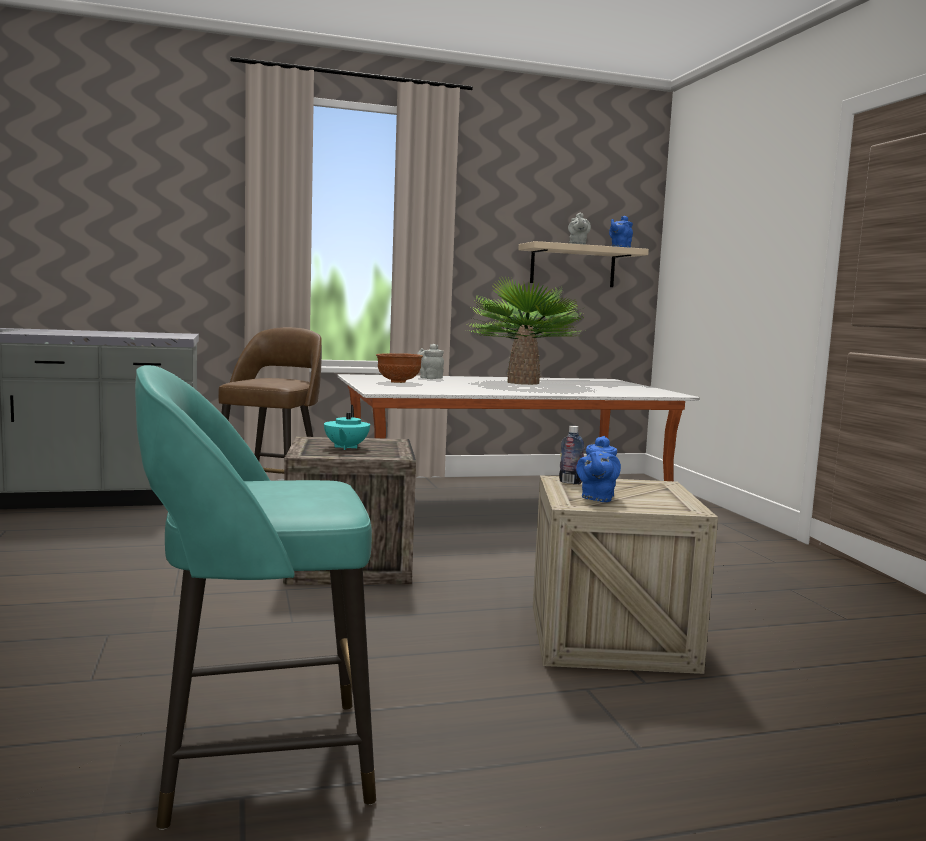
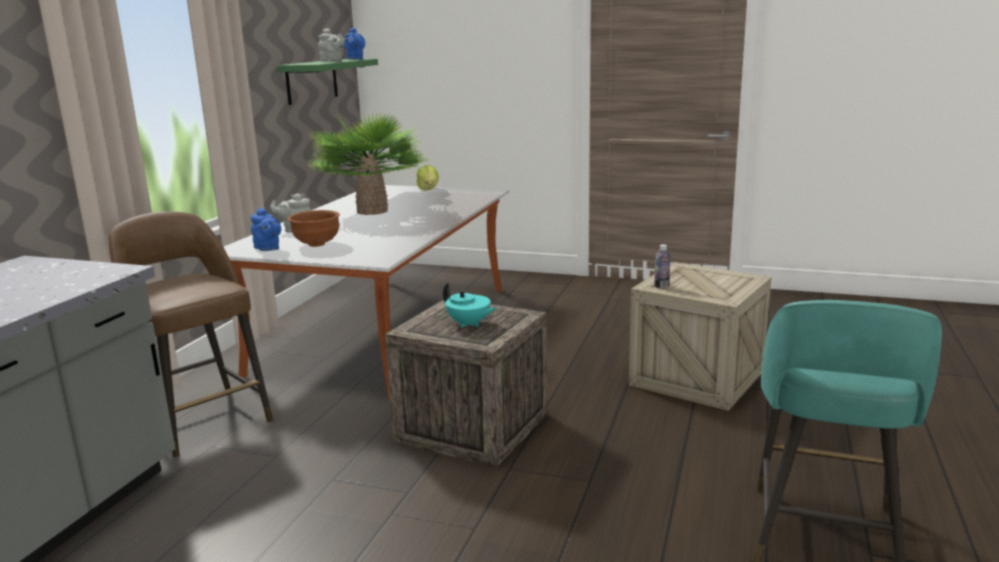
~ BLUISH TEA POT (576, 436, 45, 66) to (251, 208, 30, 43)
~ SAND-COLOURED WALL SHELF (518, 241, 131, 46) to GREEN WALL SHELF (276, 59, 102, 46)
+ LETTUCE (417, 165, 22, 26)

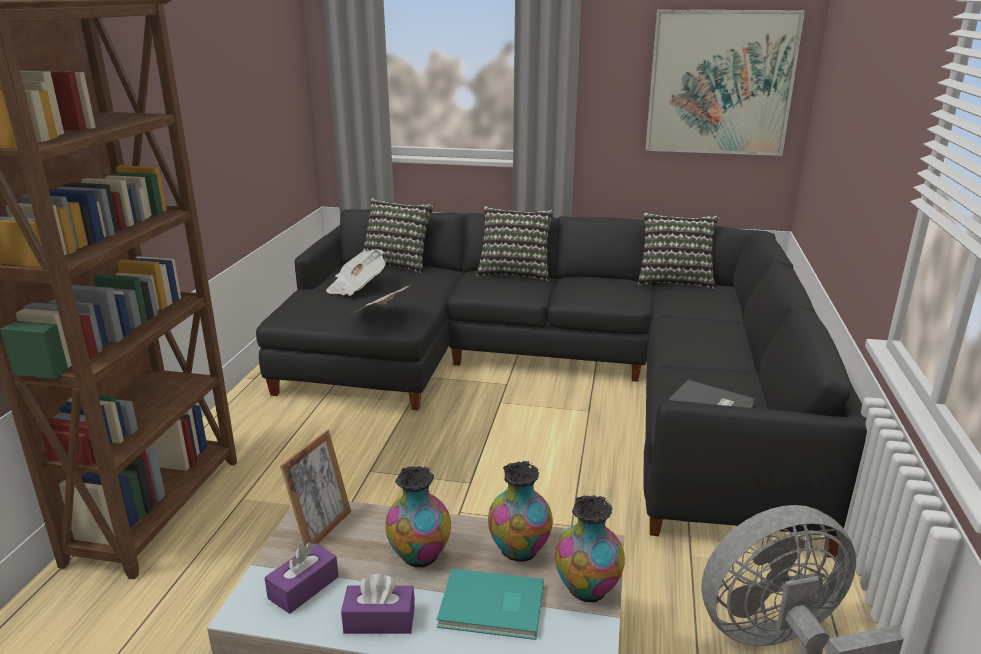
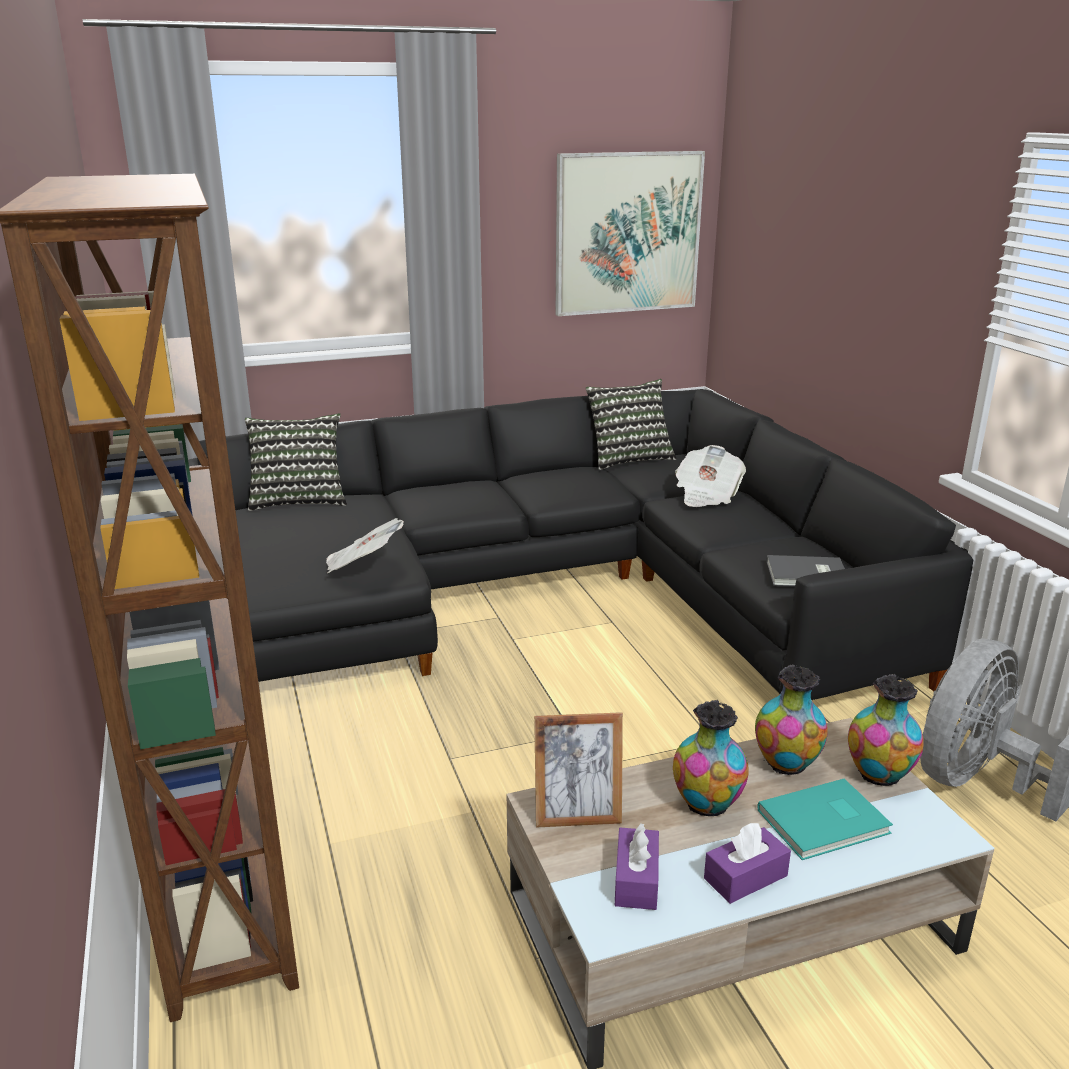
~ PHOTO FRAME (280, 430, 71, 117) = (534, 712, 89, 116) 90 degrees clockwise
~ DAILY PAPER (326, 249, 60, 47) to (675, 445, 71, 62)
- THROW PILLOW (476, 206, 79, 75)

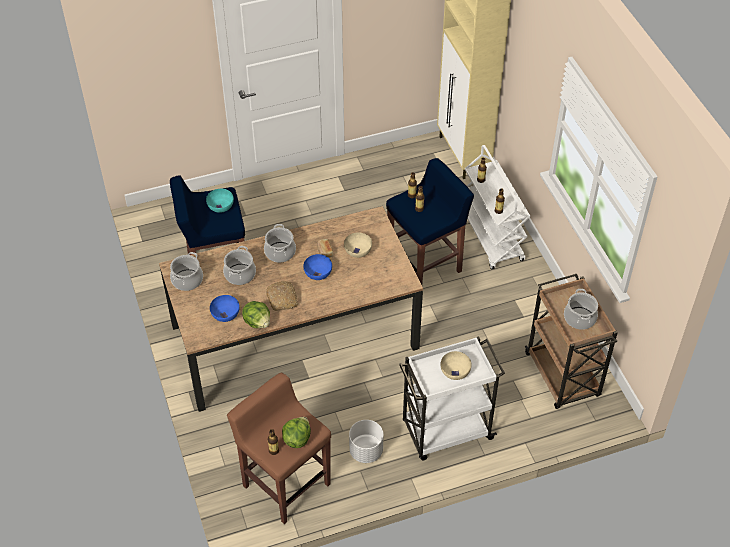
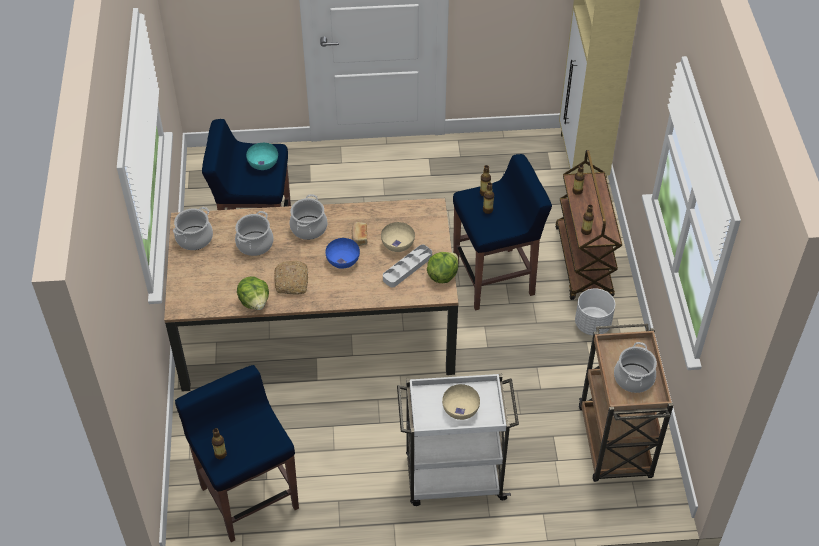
~ BROWNISH STOOL SEAT (227, 372, 104, 152) to BLUISH STOOL SEAT (175, 365, 124, 177)
+ GRAY CARRYING TRAY (383, 245, 49, 42)
~ LETTUCE (282, 417, 29, 31) to (427, 252, 31, 31)
~ WHITISH CART (465, 145, 65, 125) to BROWNISH CART (555, 150, 67, 150)
~ WHITISH FLOWER POT (349, 420, 34, 43) to (575, 288, 40, 47)
- BLUISH DEEP DISH (210, 295, 30, 27)

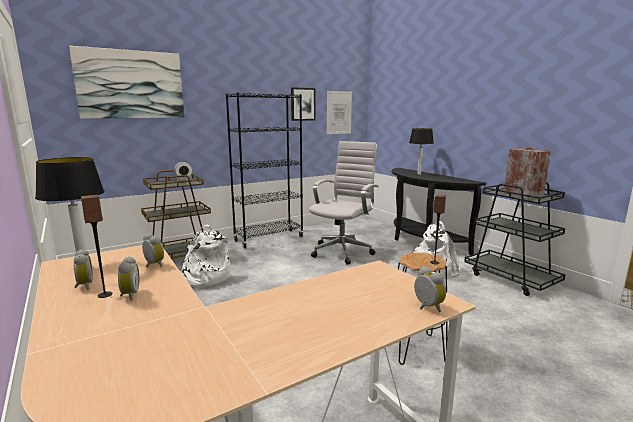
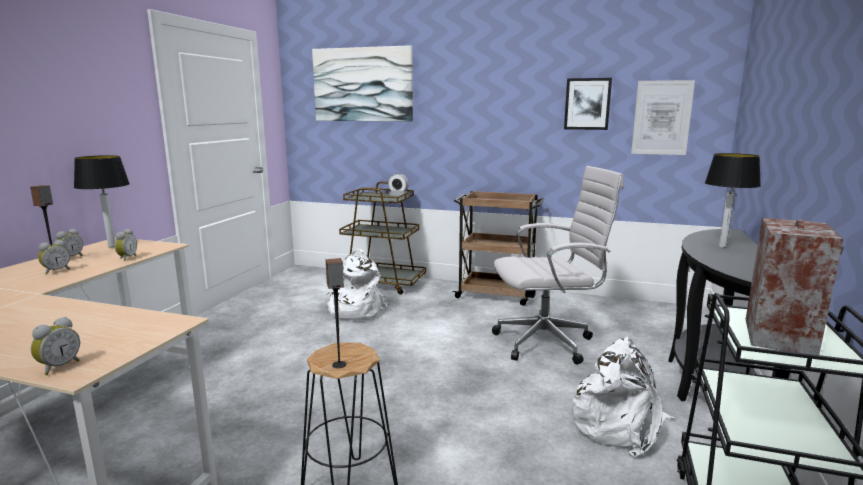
~ BLACK SHELVING UNIT (226, 93, 77, 155) to BROWNISH CART (452, 191, 92, 115)

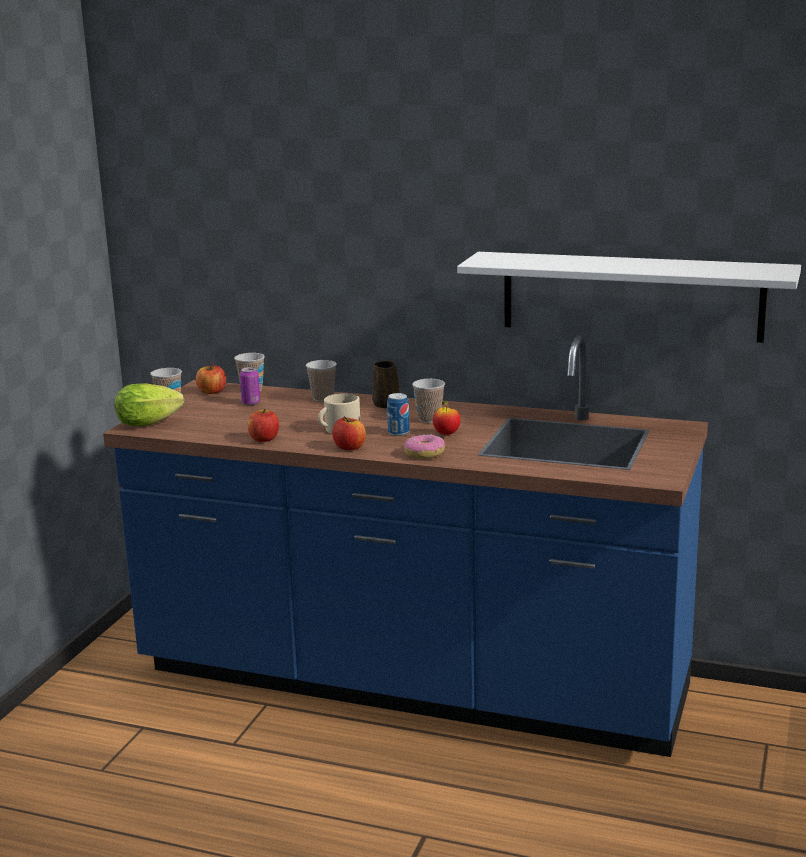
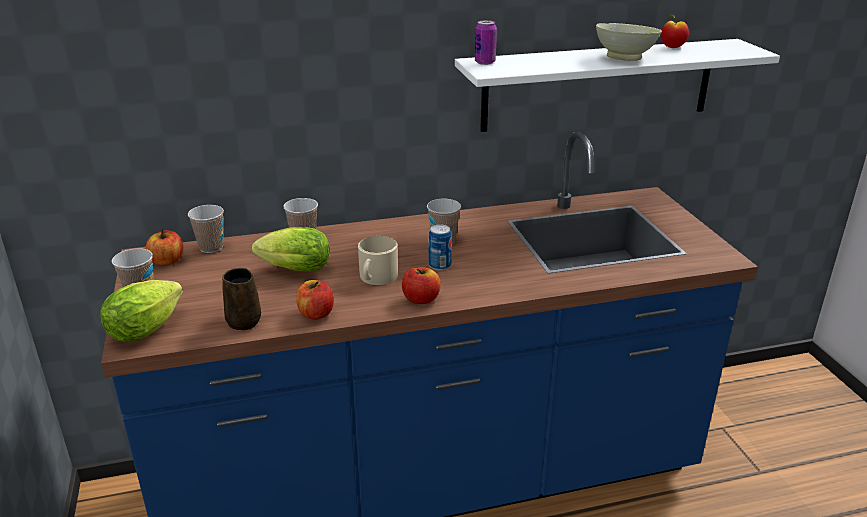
~ BROWNISH TEA MUG (372, 360, 27, 48) to (222, 268, 39, 62)
+ LETTUCE (252, 227, 78, 45)
~ CAN (240, 367, 20, 38) to (475, 20, 22, 45)
+ SAND-COLOURED DEEP DISH (596, 23, 66, 38)
~ WHOLE APPLE (433, 401, 27, 34) to (660, 14, 29, 34)
- DOUGHNUT (404, 434, 41, 25)

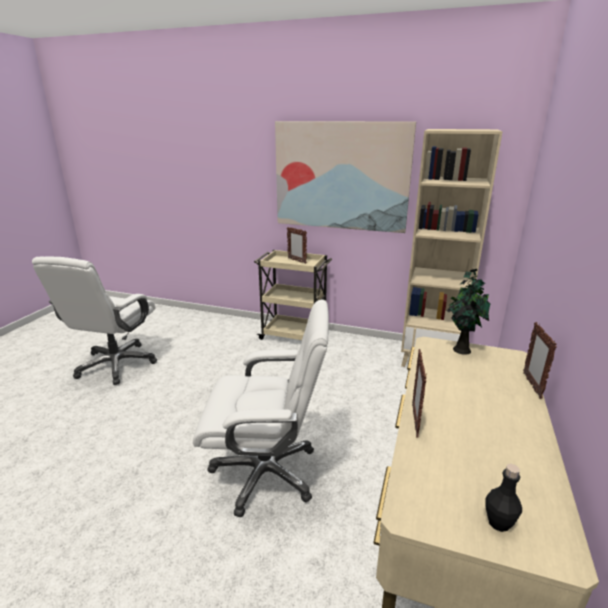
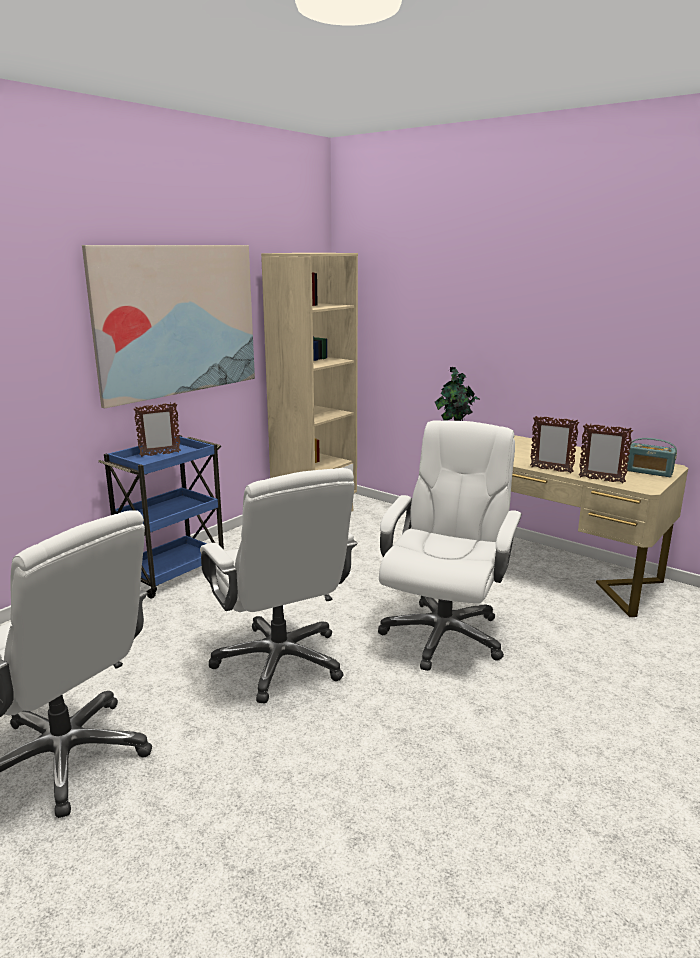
~ SAND-COLOURED CART (254, 250, 78, 90) to BLUISH CART (98, 435, 126, 164)
+ WHITISH COMPUTER CHAIR (200, 468, 157, 235)
~ PHOTO FRAME (523, 322, 34, 77) to (579, 424, 54, 59)
~ BLACK BOTTLE (485, 464, 37, 68) to RADIO (626, 438, 51, 39)

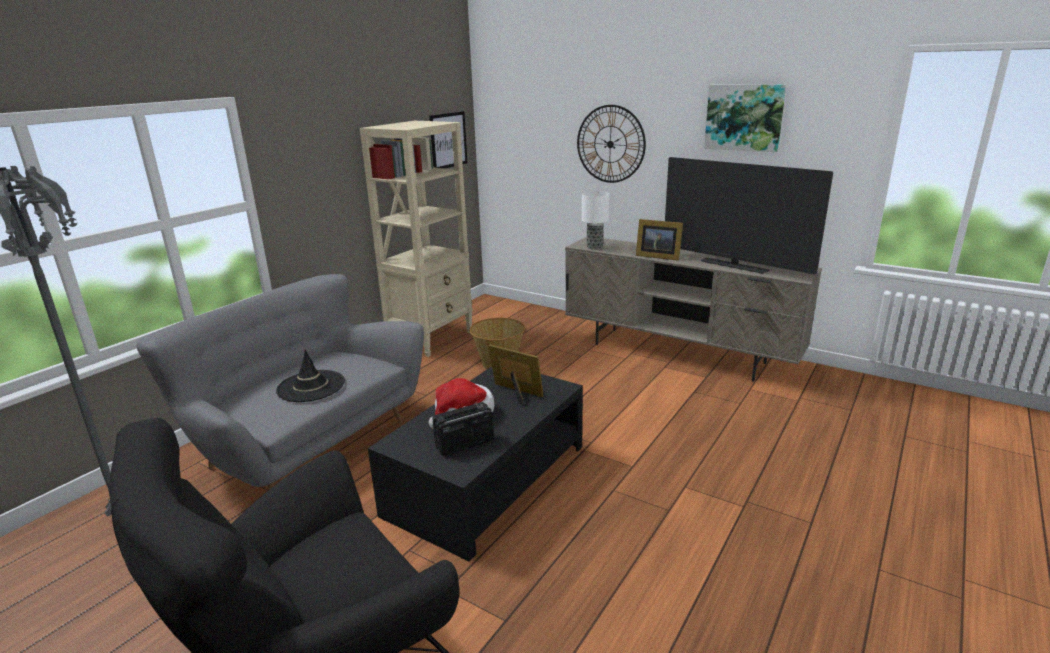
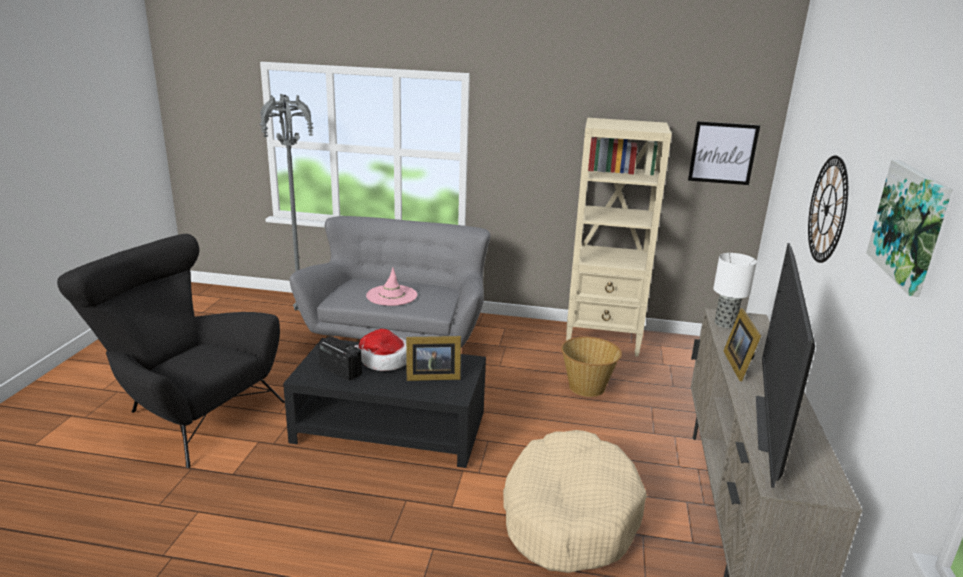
~ BLACK WEARABLE HAT (276, 350, 69, 52) to PINK WEARABLE HAT (366, 267, 51, 39)
~ PHOTO FRAME (488, 344, 56, 62) = (406, 336, 55, 45) 75 degrees clockwise
+ SAND-COLOURED DOG CUSHION (503, 430, 144, 143)

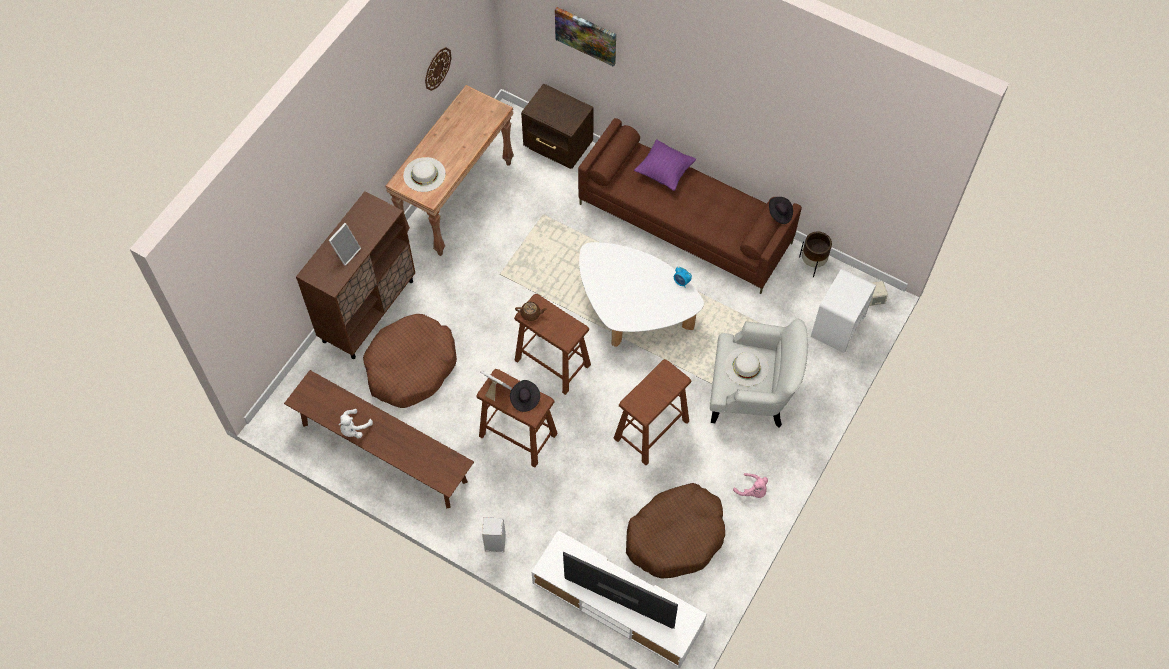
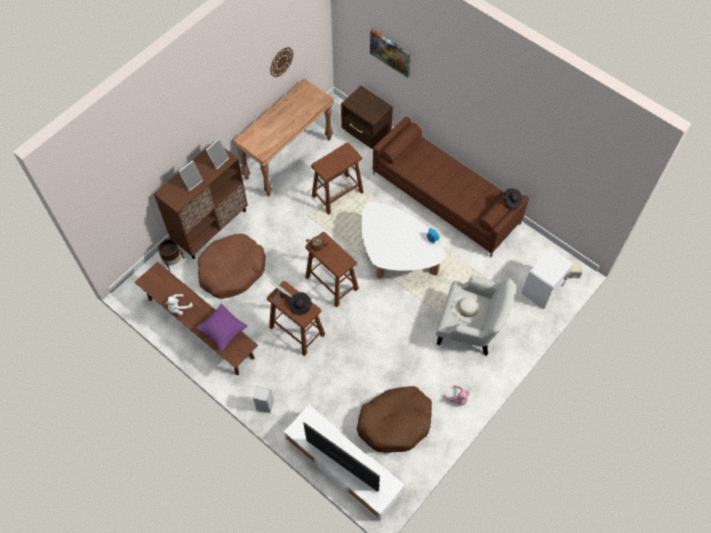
~ BROWNISH FLOWER POT (799, 231, 33, 46) to (158, 239, 26, 32)
~ PURPLE-COLOURED THROW PILLOW (634, 140, 62, 51) to (196, 304, 51, 47)
+ PHOTO FRAME (206, 138, 23, 31)
~ BROWNISH STOOL SEAT (614, 359, 77, 106) to (311, 143, 53, 72)
- WHITISH WEARABLE HAT (403, 157, 43, 35)

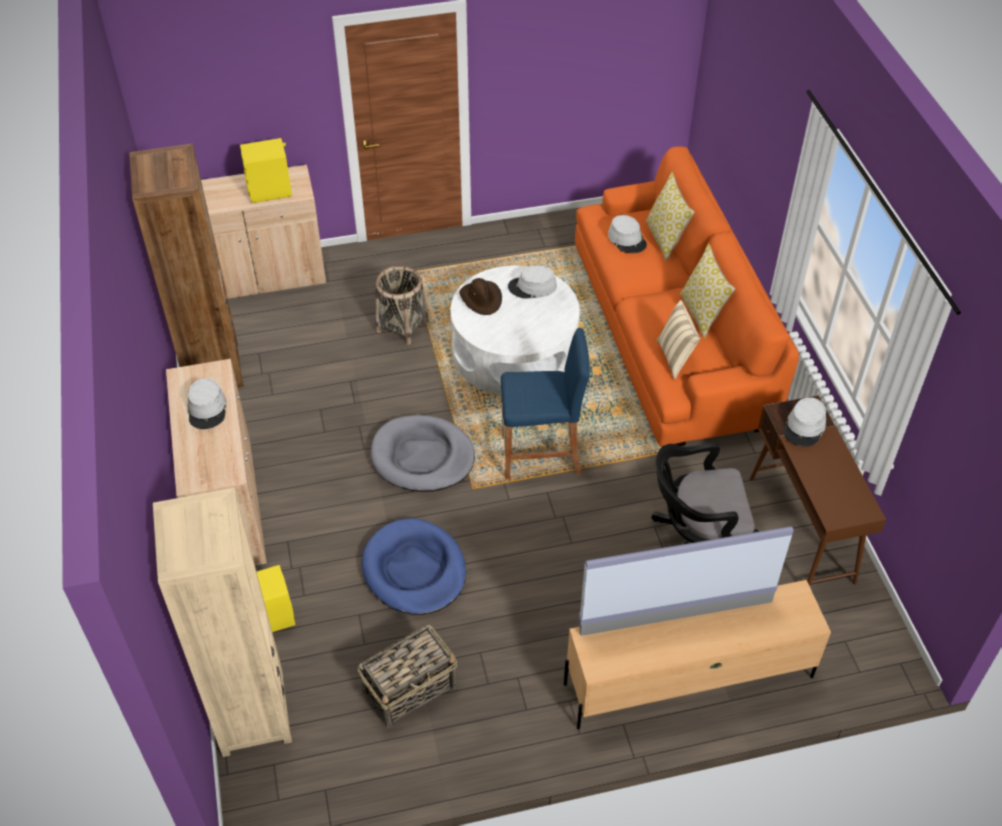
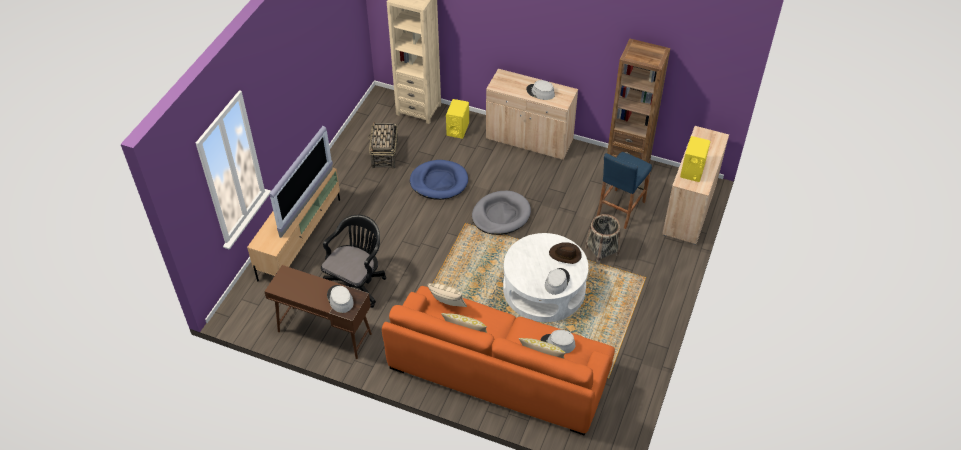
~ BLUISH STOOL SEAT (501, 328, 89, 151) to (597, 152, 55, 77)

